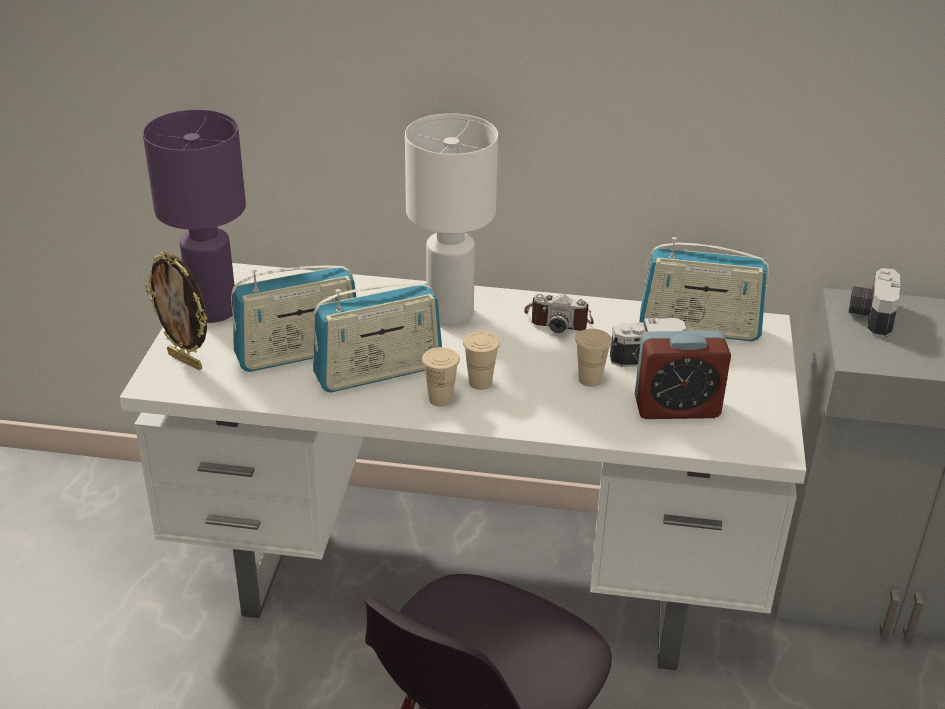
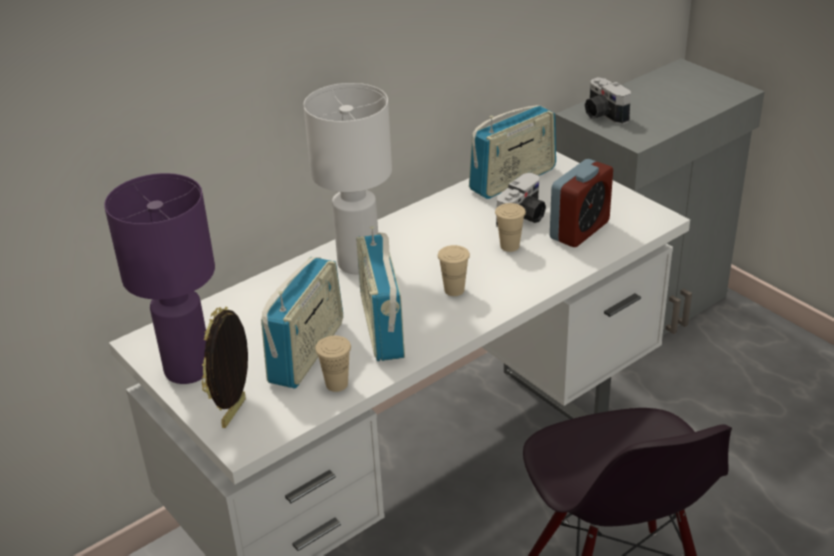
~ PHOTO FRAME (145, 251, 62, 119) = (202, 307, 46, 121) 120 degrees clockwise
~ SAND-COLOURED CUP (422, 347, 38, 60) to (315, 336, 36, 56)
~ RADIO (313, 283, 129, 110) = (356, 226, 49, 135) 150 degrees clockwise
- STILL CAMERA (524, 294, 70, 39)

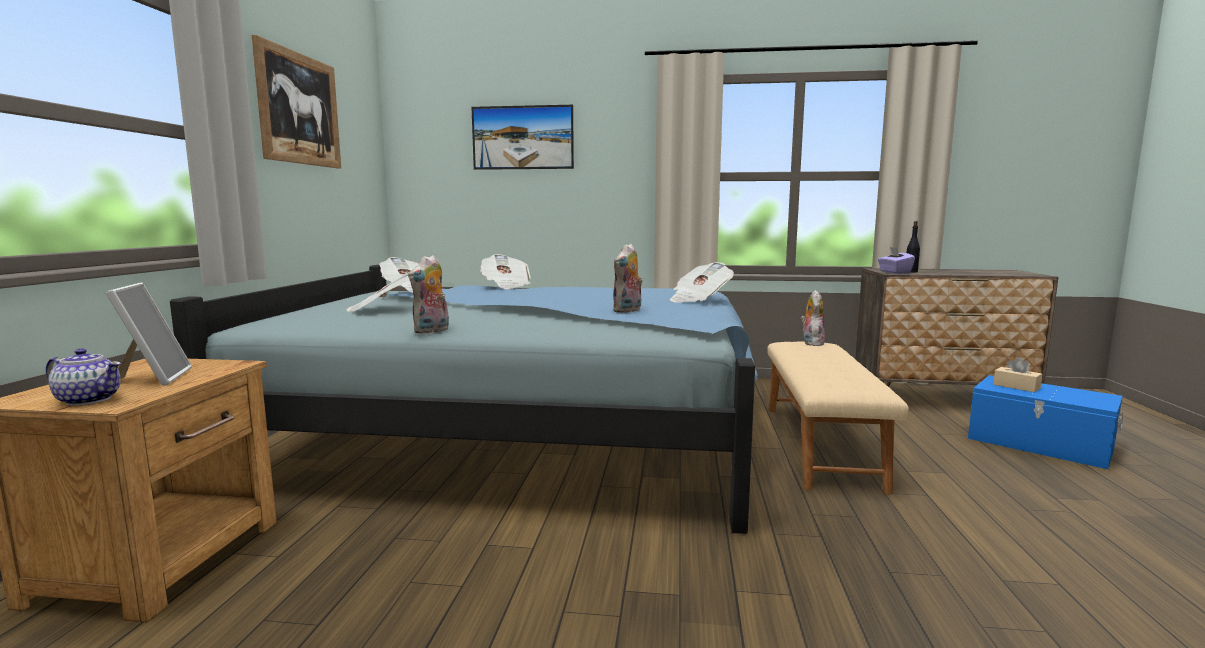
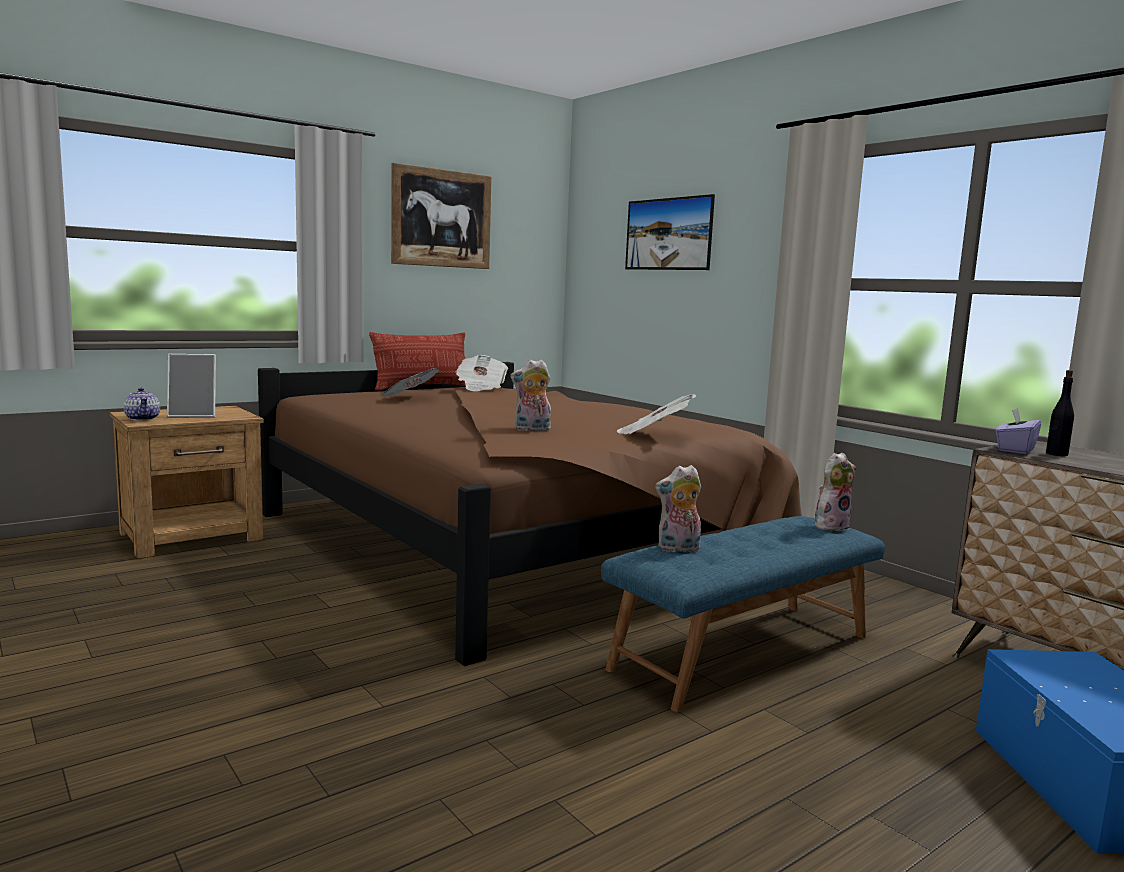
~ PHOTO FRAME (106, 282, 86, 104) = (167, 354, 49, 64) 45 degrees clockwise
~ BLUISH BED (170, 265, 588, 269) to BROWNISH BED (258, 362, 544, 304)
+ THROW PILLOW (369, 332, 97, 59)
~ SAND-COLOURED INDOOR BENCH (767, 342, 142, 152) to BLUISH INDOOR BENCH (601, 516, 284, 196)
~ SOFT TOY (408, 255, 41, 79) to (655, 465, 46, 87)
- DAILY PAPER (480, 254, 50, 35)
- SAND-COLOURED BOX OF TISSUES (993, 357, 49, 35)

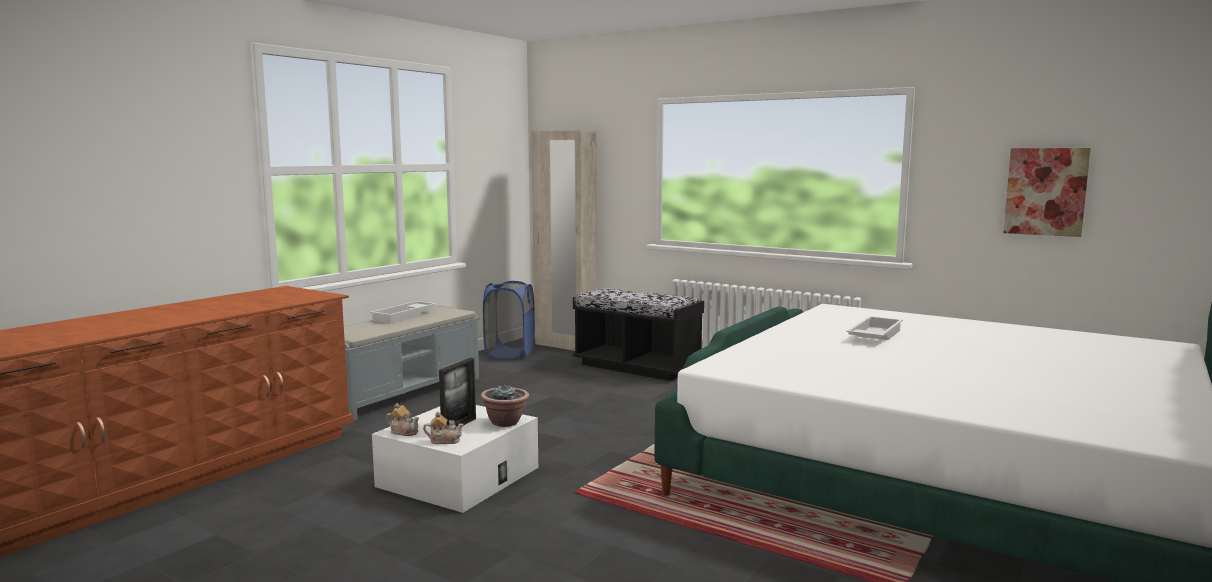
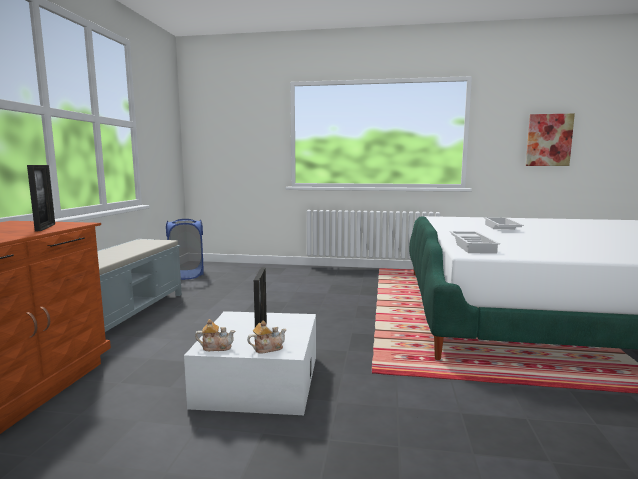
+ PHOTO FRAME (27, 165, 28, 67)
~ WHITISH CARRYING TRAY (370, 301, 67, 22) to (450, 231, 50, 23)
- HOUSEPLANT (480, 385, 49, 42)
- SAND-COLOURED CLOTHES CUPBOARD (531, 130, 66, 221)
- BLACK INDOOR BENCH (573, 288, 131, 93)

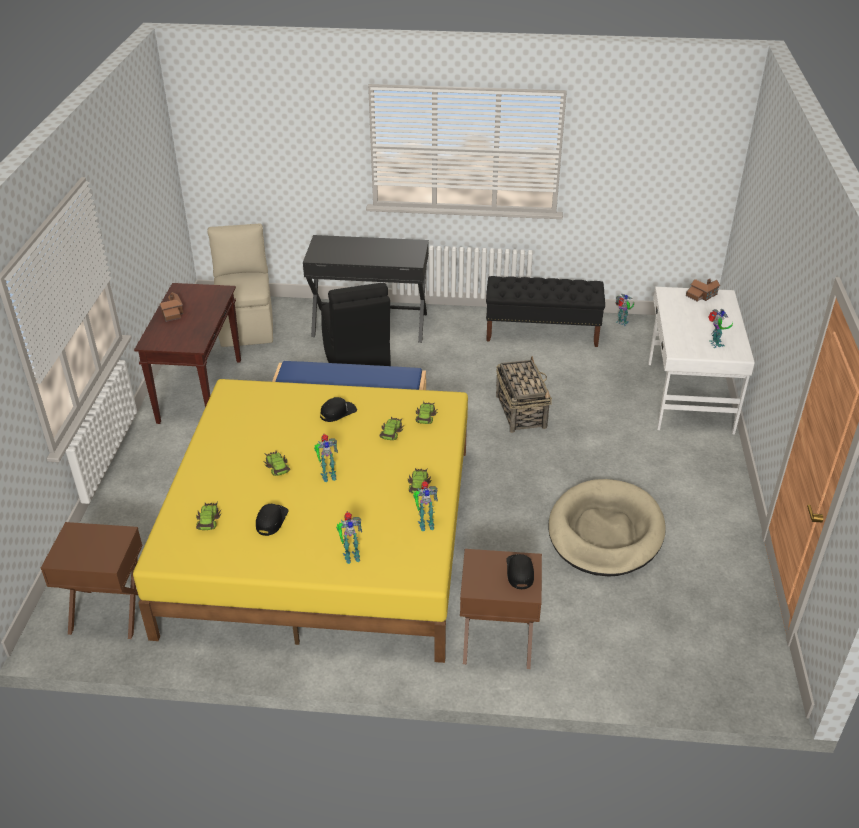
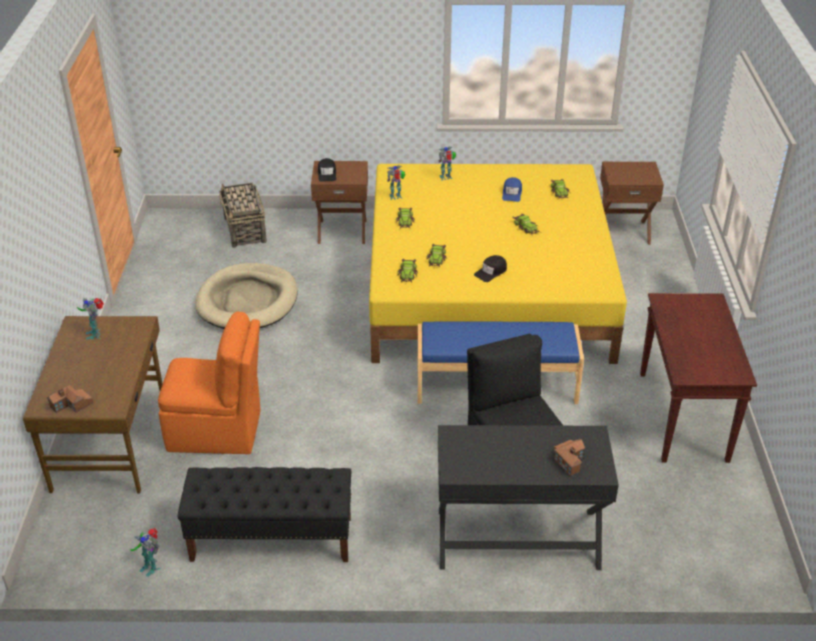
~ WHITISH DESK TABLE (648, 287, 106, 148) to BROWNISH DESK TABLE (23, 316, 140, 177)
+ ORANGE PLAIN CHAIR (158, 312, 102, 142)
~ STORAGE BASKET (496, 356, 56, 77) to (219, 183, 48, 65)
~ BLACK CAP (256, 504, 32, 32) to BLUISH CAP (502, 177, 20, 25)
~ MINIATURE HOUSE (159, 292, 25, 30) to (553, 439, 32, 37)
- SAND-COLOURED PLAIN CHAIR (207, 223, 66, 124)
- ROBOT FIGURE (314, 433, 24, 49)

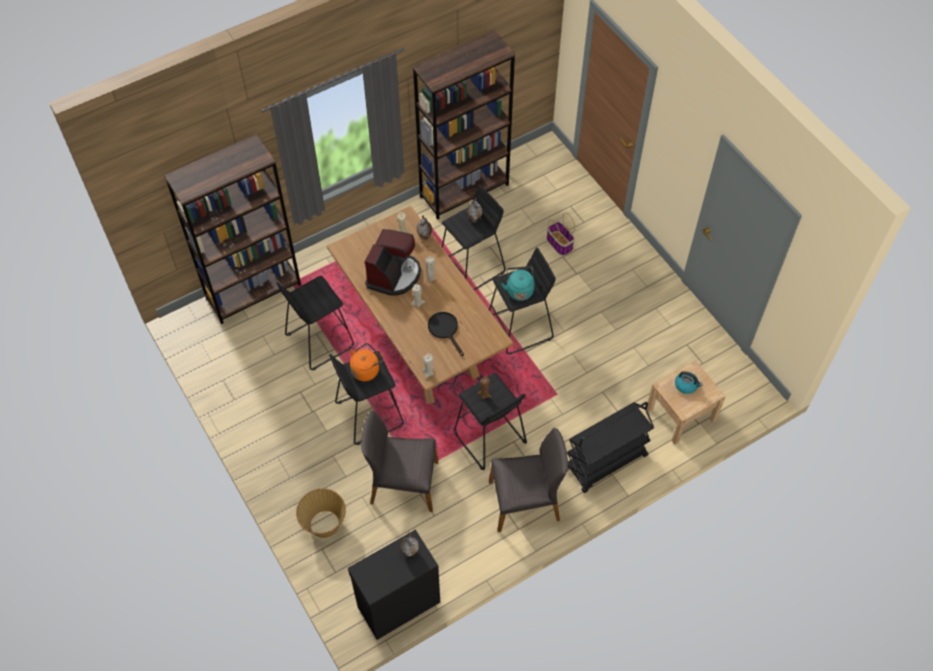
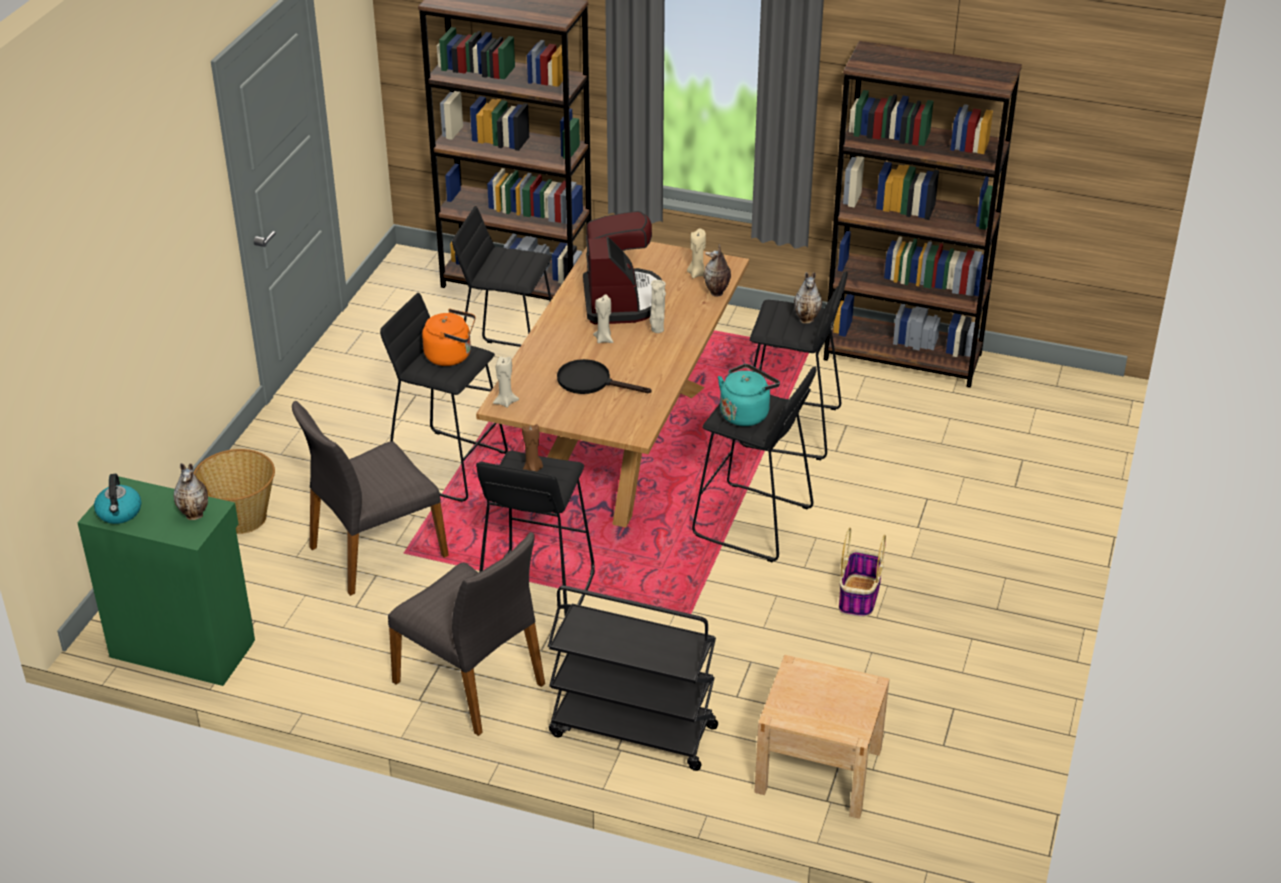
~ BLACK CABINET (348, 529, 92, 111) to GREEN CABINET (77, 476, 178, 210)
~ KETTLE (675, 371, 27, 23) to (94, 474, 47, 50)
~ GRAY PLAIN CHAIR (361, 410, 77, 102) = (292, 401, 157, 195) 90 degrees counterclockwise
~ BLACK FRYING PAN (428, 312, 36, 44) = (557, 359, 94, 35) 90 degrees counterclockwise
~ COFFEE MACHINE (365, 229, 56, 67) = (583, 211, 79, 114) 75 degrees counterclockwise
~ STORAGE BASKET (547, 212, 28, 44) to (839, 527, 47, 90)

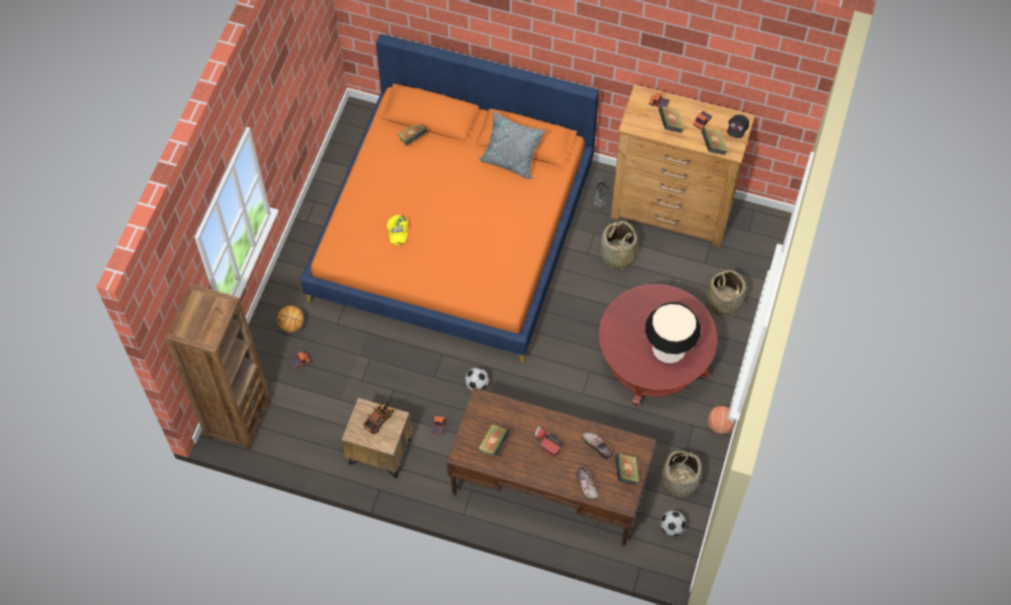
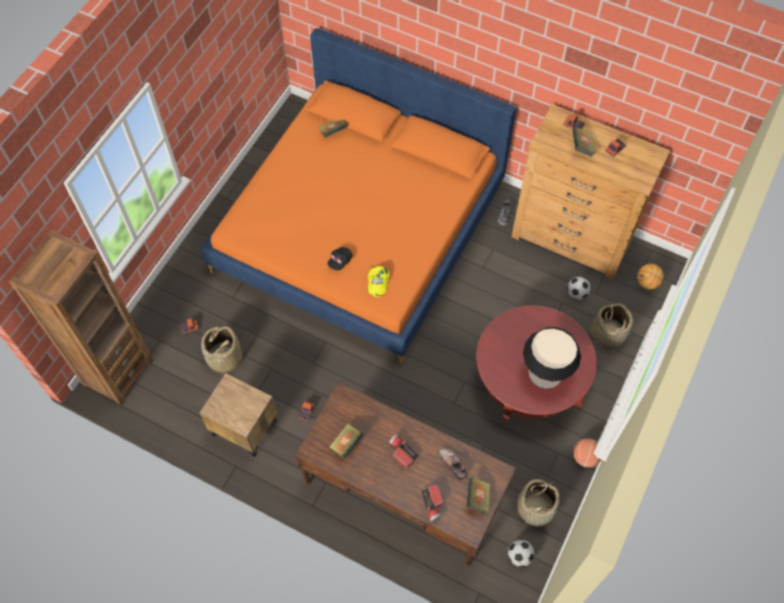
~ STORAGE BASKET (600, 221, 37, 51) to (201, 326, 41, 52)
~ BLACK CAP (727, 115, 22, 23) to (328, 247, 24, 23)
~ YELLOW CAP (387, 215, 21, 30) to (368, 266, 21, 31)
~ LOW SHOE (576, 466, 23, 33) to FLASHLIGHT (421, 484, 23, 38)
~ FOOTBALL BALL (465, 367, 24, 24) to (567, 277, 24, 23)
~ BASKETBALL BALL (277, 306, 27, 26) to (637, 264, 27, 25)
- TOY TRUCK (363, 398, 31, 36)
- GRAY THROW PILLOW (479, 111, 67, 68)
- VOLUME (701, 128, 27, 27)

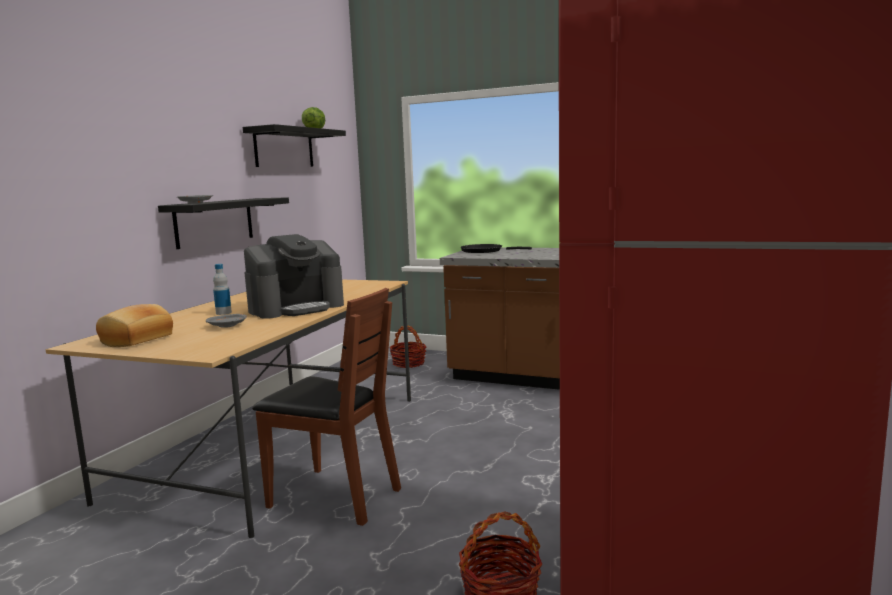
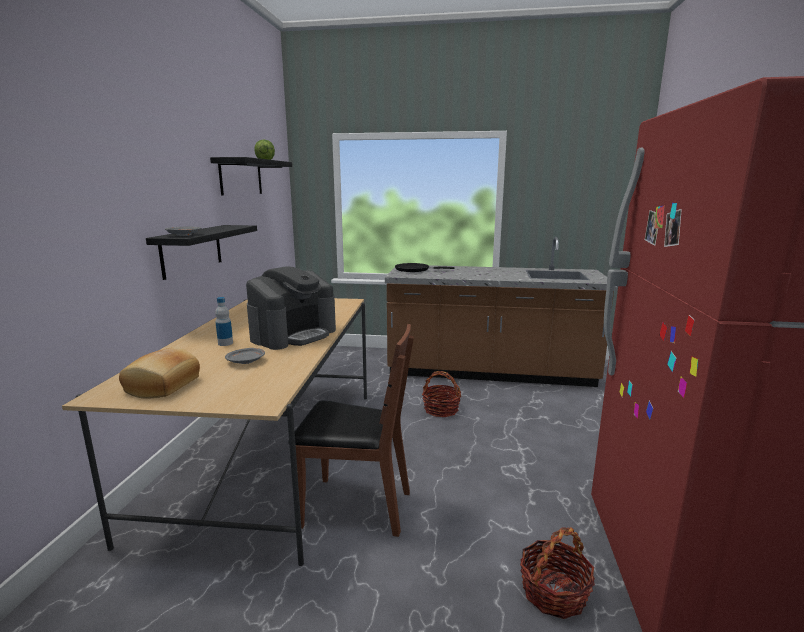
~ STORAGE BASKET (389, 325, 37, 43) to (422, 371, 39, 46)

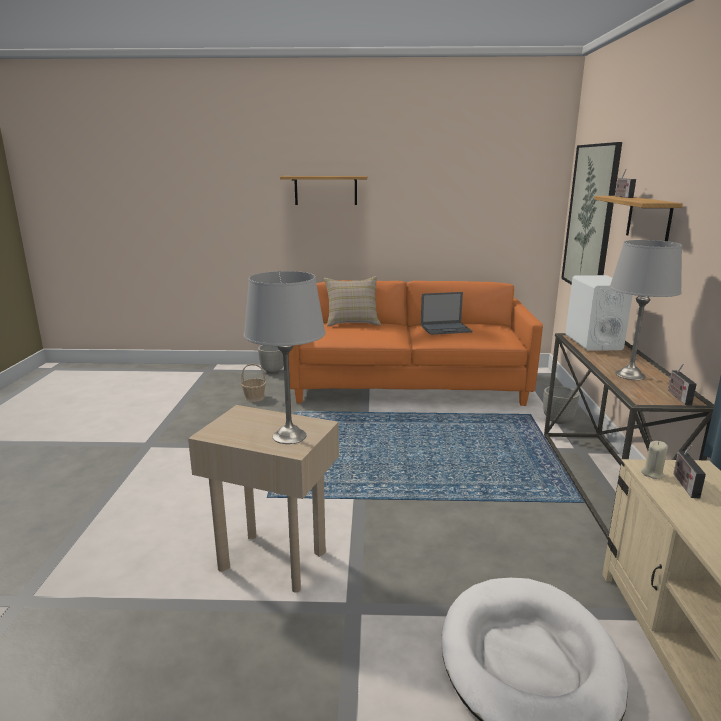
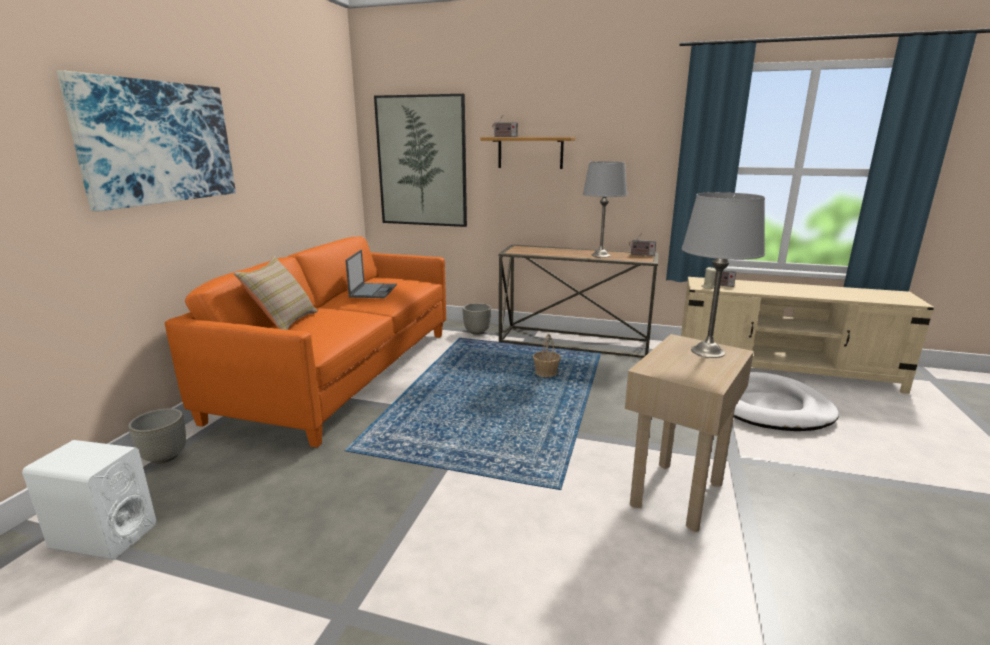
~ WHITISH LOUDSPEAKER (565, 275, 68, 76) to (22, 440, 134, 120)
~ WALL SHELF (280, 176, 88, 29) to PICTURE (56, 70, 180, 141)
~ STORAGE BASKET (241, 364, 25, 38) to (533, 334, 28, 43)

